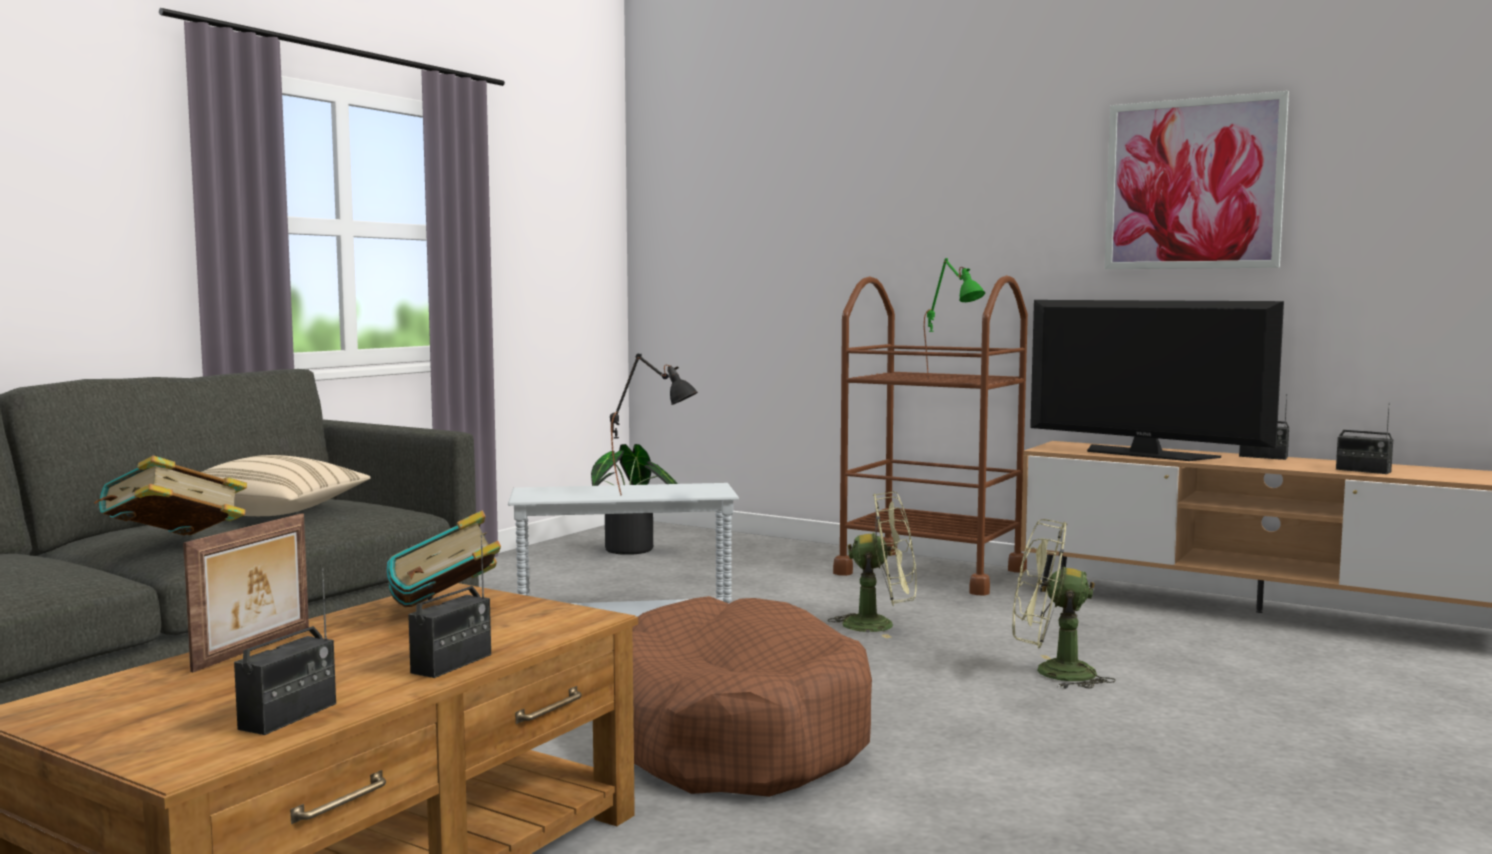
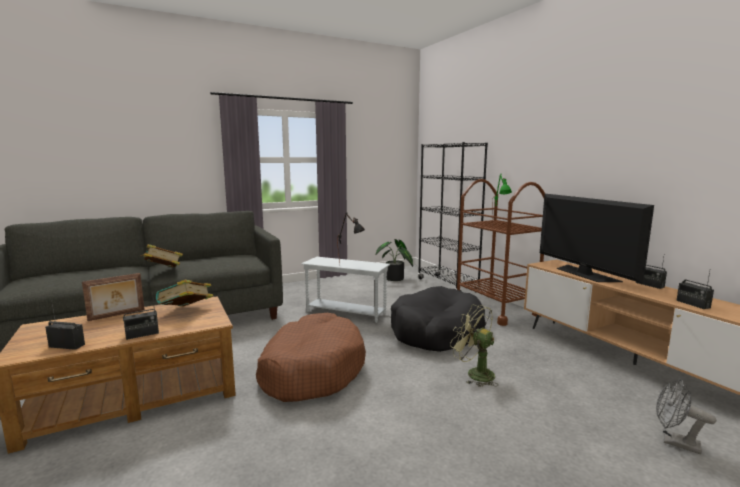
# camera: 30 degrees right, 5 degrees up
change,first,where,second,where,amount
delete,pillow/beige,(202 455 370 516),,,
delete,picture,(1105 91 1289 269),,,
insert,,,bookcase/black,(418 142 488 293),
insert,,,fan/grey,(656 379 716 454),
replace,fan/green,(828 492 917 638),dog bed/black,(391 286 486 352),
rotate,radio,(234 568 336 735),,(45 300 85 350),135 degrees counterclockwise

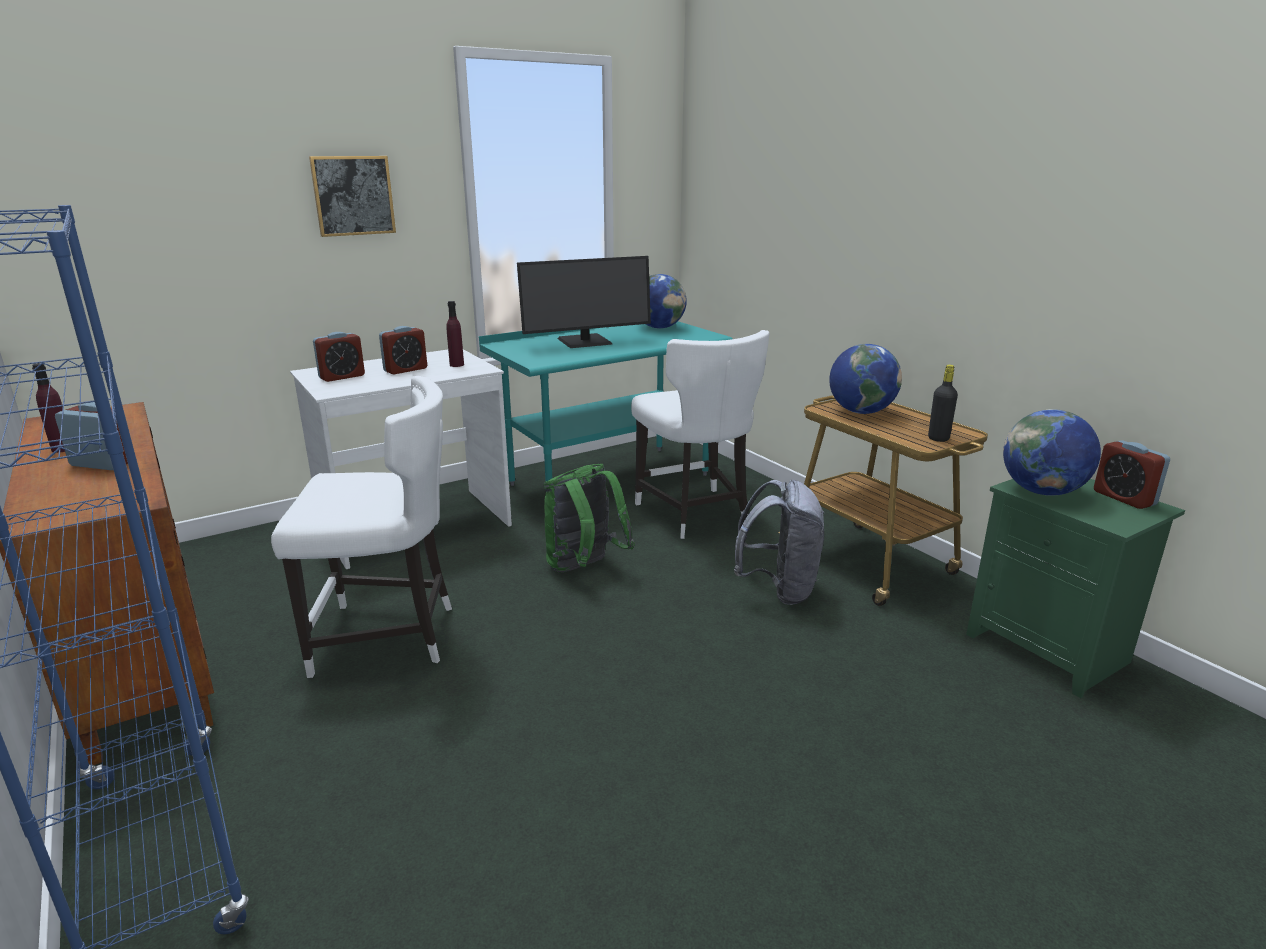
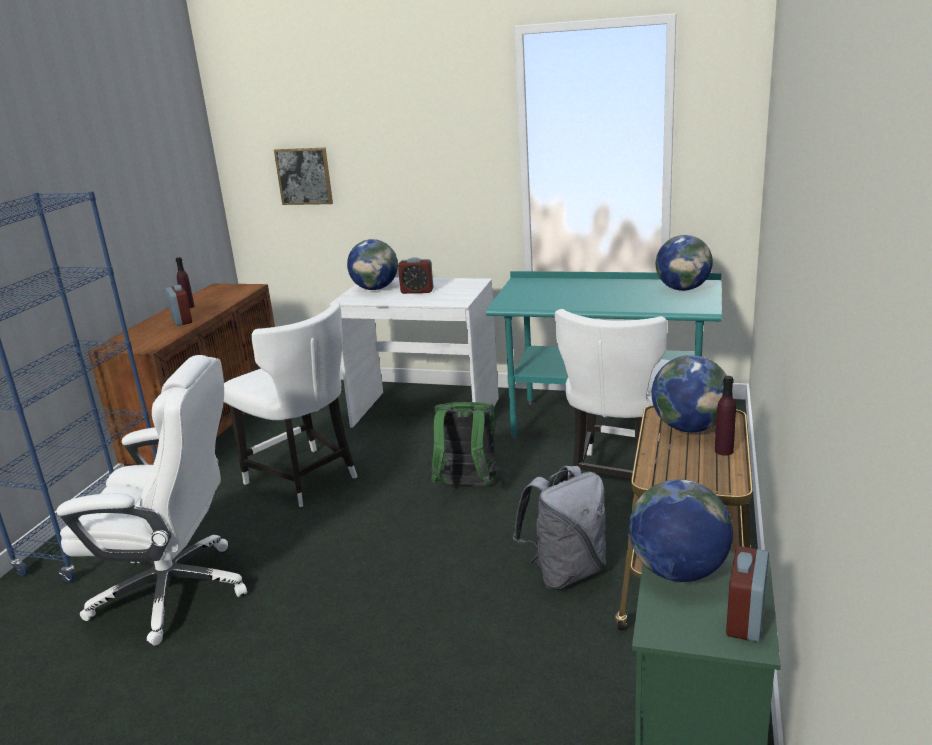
# camera: 50 degrees right, 0 degrees up
change,first,where,second,where,amount
delete,monitor,(517 256 651 348),,,
delete,bottle/black,(928 365 958 442),,,
insert,,,office chair/white,(57 355 247 646),
move,picture,(309 156 396 237),,(274 148 333 205),
move,bottle/purple,(446 301 464 367),,(715 376 736 456),
replace,alarm clock,(313 332 365 382),globe,(347 239 398 290),

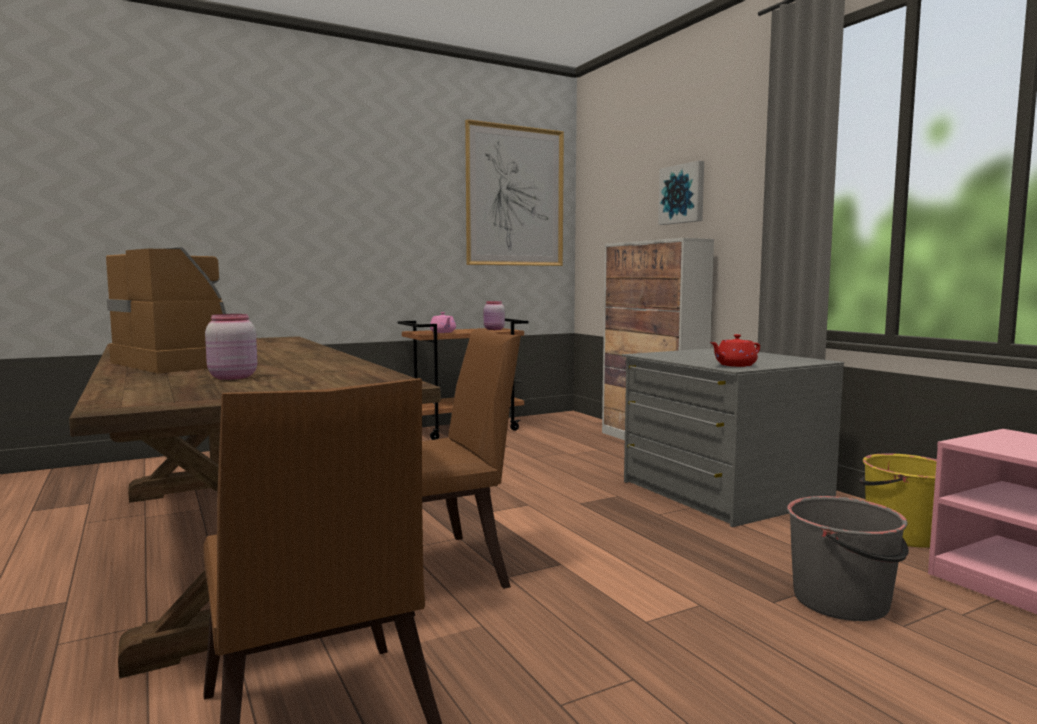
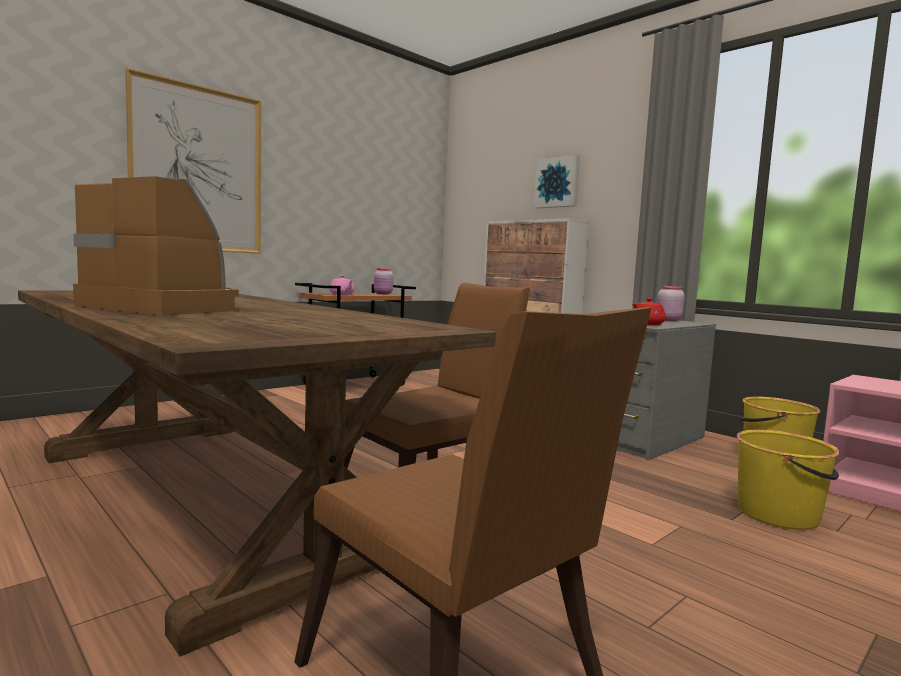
# camera: 15 degrees left, 0 degrees up
change,first,where,second,where,amount
move,jar/pink,(205 314 257 380),,(657 286 685 321),
move,picture,(465 119 564 266),,(125 68 261 254),
recolor,bucket/grey,(787 496 909 621),bucket/yellow,(737 430 839 530),

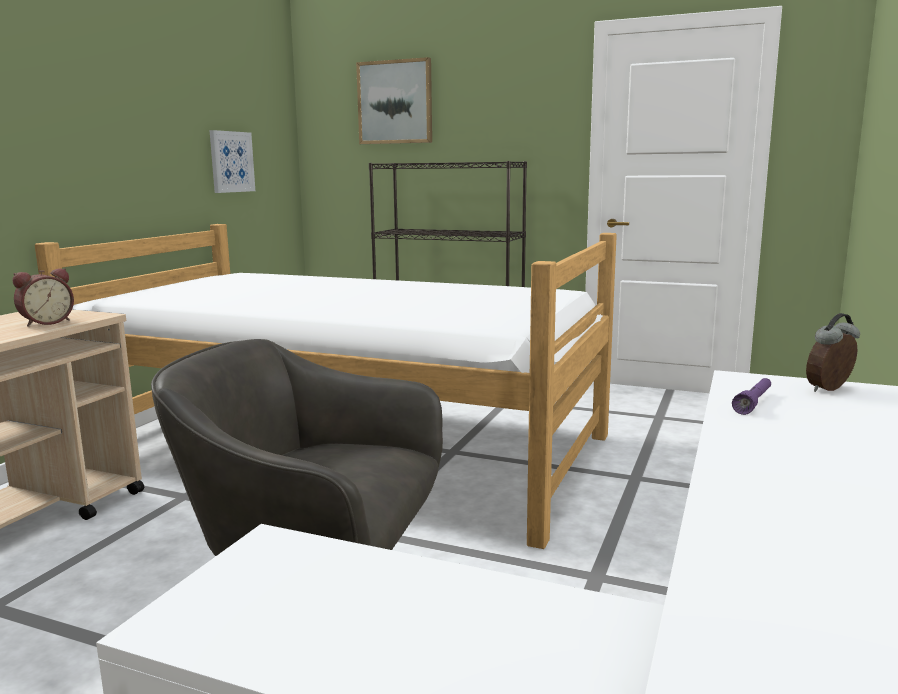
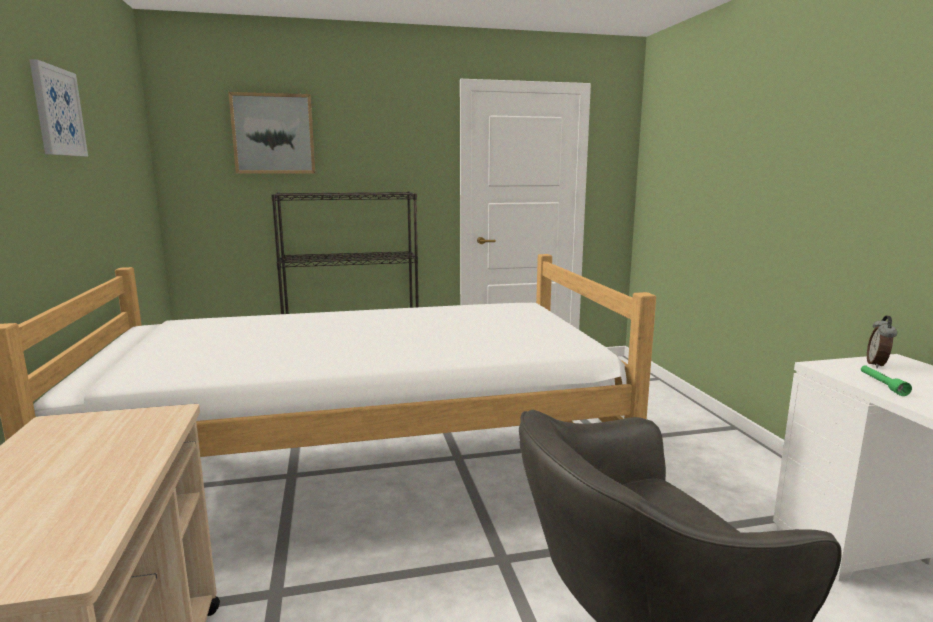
# camera: 35 degrees left, 0 degrees up
change,first,where,second,where,amount
delete,alarm clock,(13 268 74 327),,,
move,picture,(209 130 255 193),,(29 59 88 156),
recolor,flashlight/purple,(732 378 771 415),flashlight/green,(861 365 912 396),

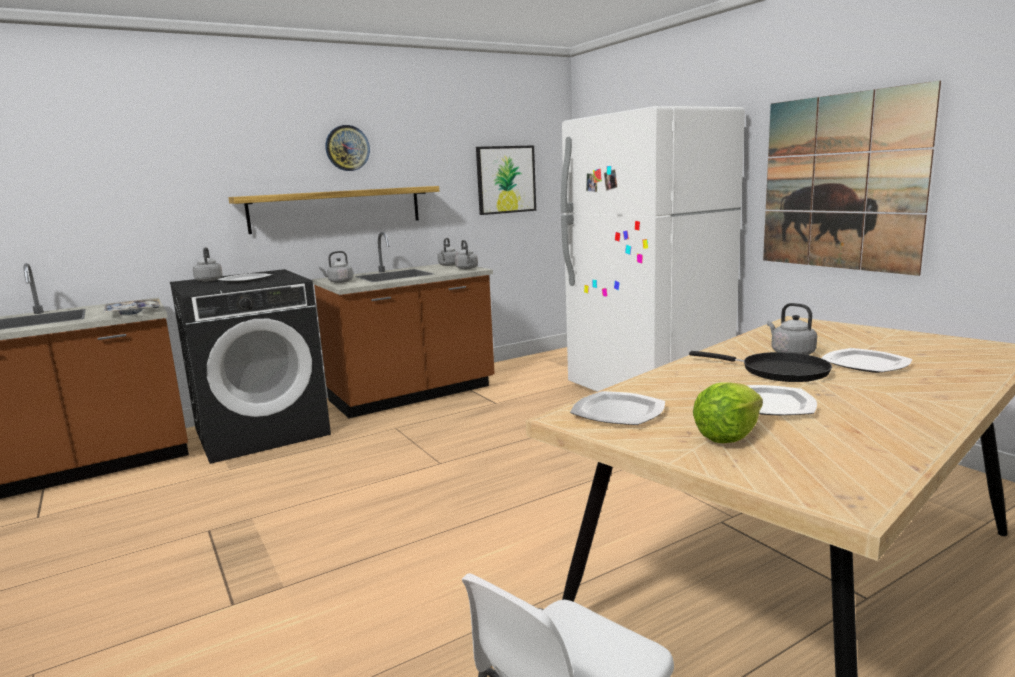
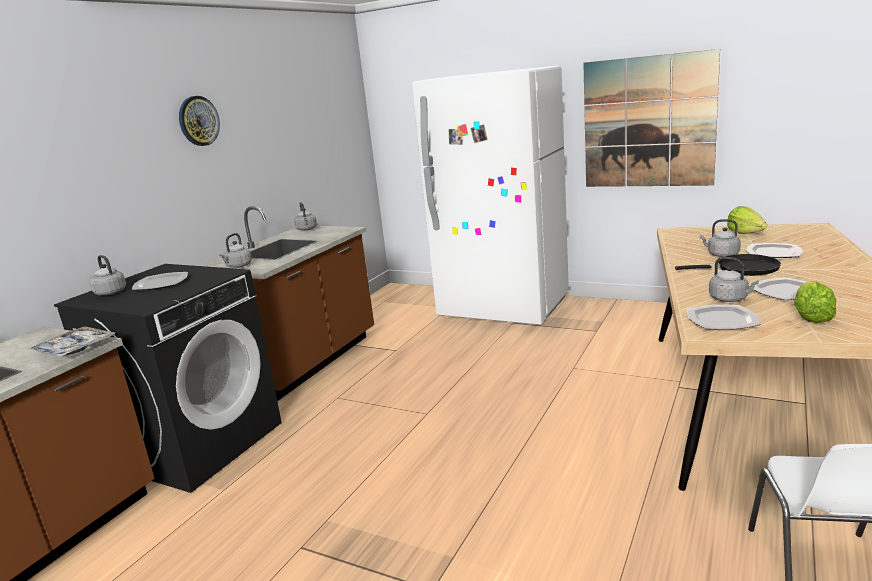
# camera: 30 degrees left, 5 degrees up
change,first,where,second,where,amount
delete,shelf,(228 186 439 234),,,
delete,picture,(476 145 536 215),,,
insert,,,lettuce,(727 206 767 234),
move,kettle/grey,(455 240 478 269),,(709 257 759 302),

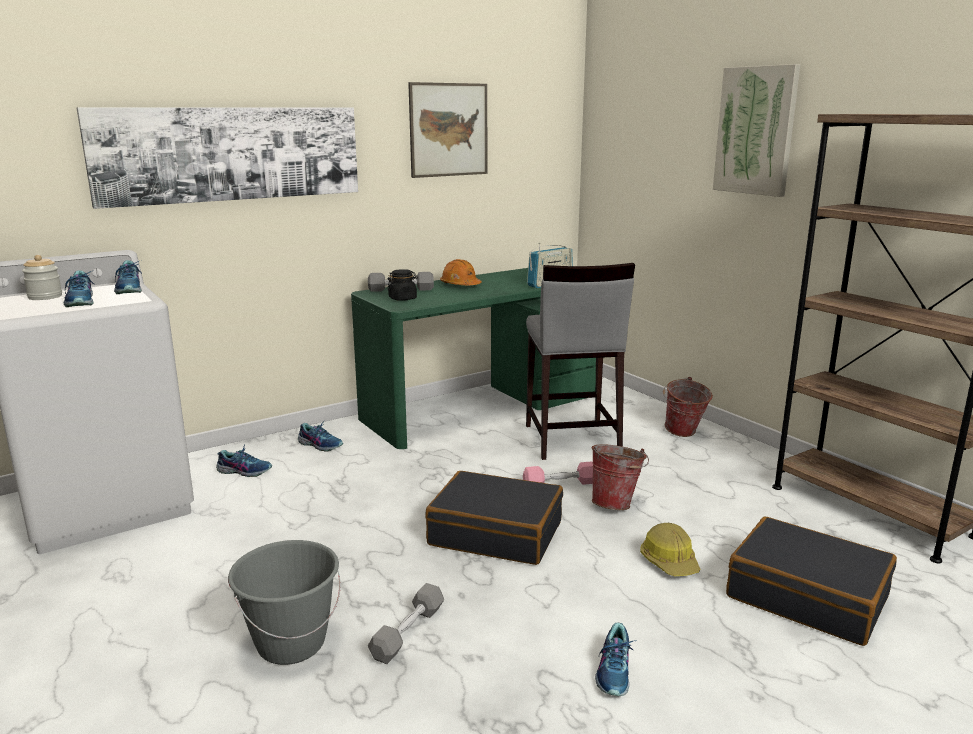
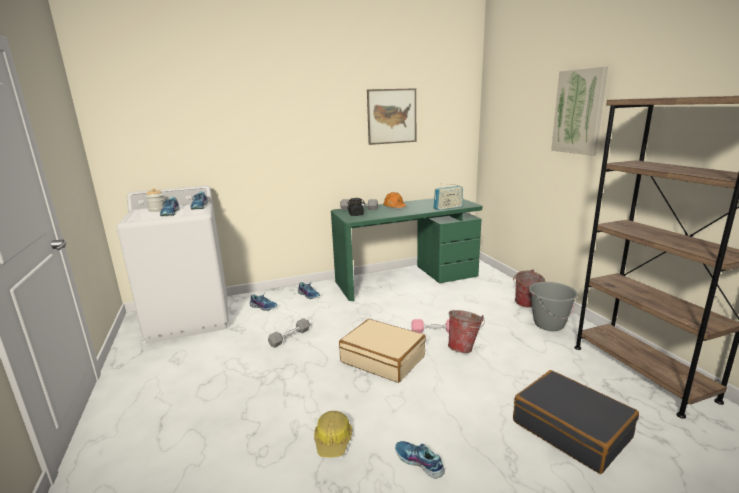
# camera: 15 degrees right, 0 degrees up
change,first,where,second,where,amount
delete,picture,(77 107 358 209),,,
delete,stool/grey,(526 263 635 460),,,
move,bucket/grey,(228 540 341 665),,(529 282 578 331),
move,dumbbell/grey,(368 583 444 664),,(268 318 310 348),
move,hard hat,(640 523 700 576),,(314 411 353 458),
recolor,suitcase/black,(425 471 563 565),suitcase/beige,(339 319 426 383),
rotate,shoe,(595 622 636 696),,(395 441 445 479),105 degrees clockwise

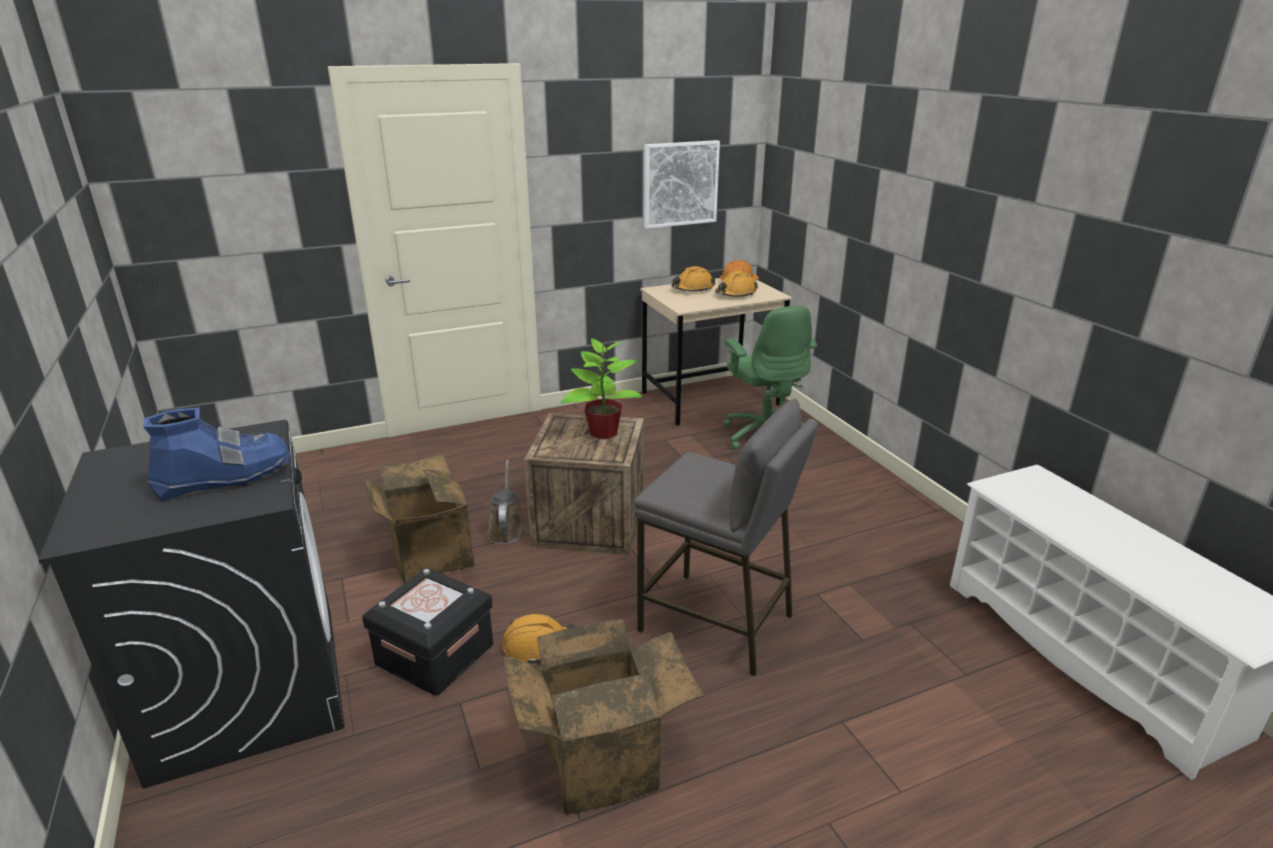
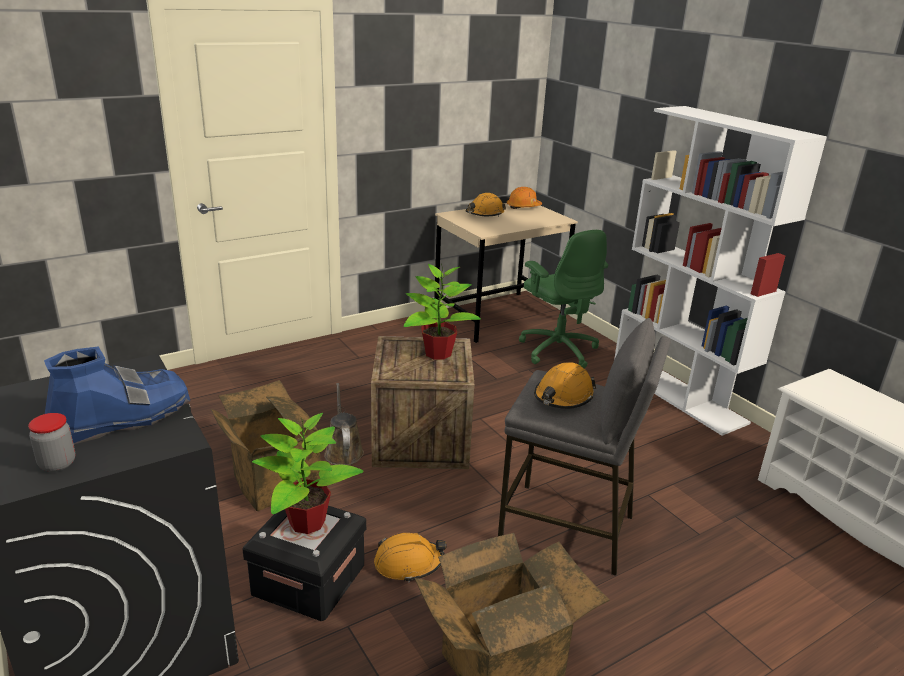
# camera: 10 degrees left, 0 degrees up
change,first,where,second,where,amount
delete,picture,(644 140 720 229),,,
insert,,,jar,(28 413 75 472),
insert,,,potted plant,(252 413 364 534),
insert,,,bookcase/white,(614 106 827 436),
move,hard hat/orange,(715 271 758 297),,(534 362 596 409),

